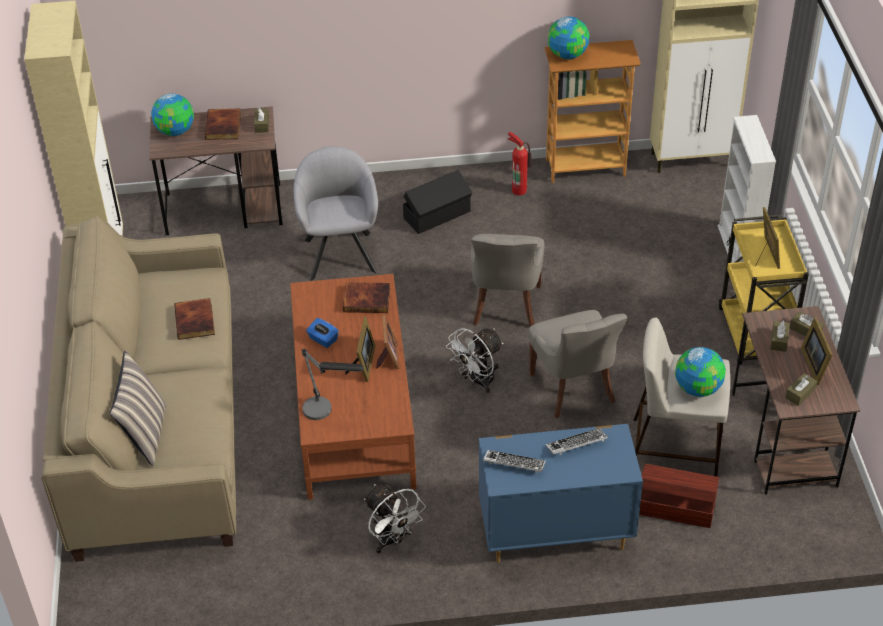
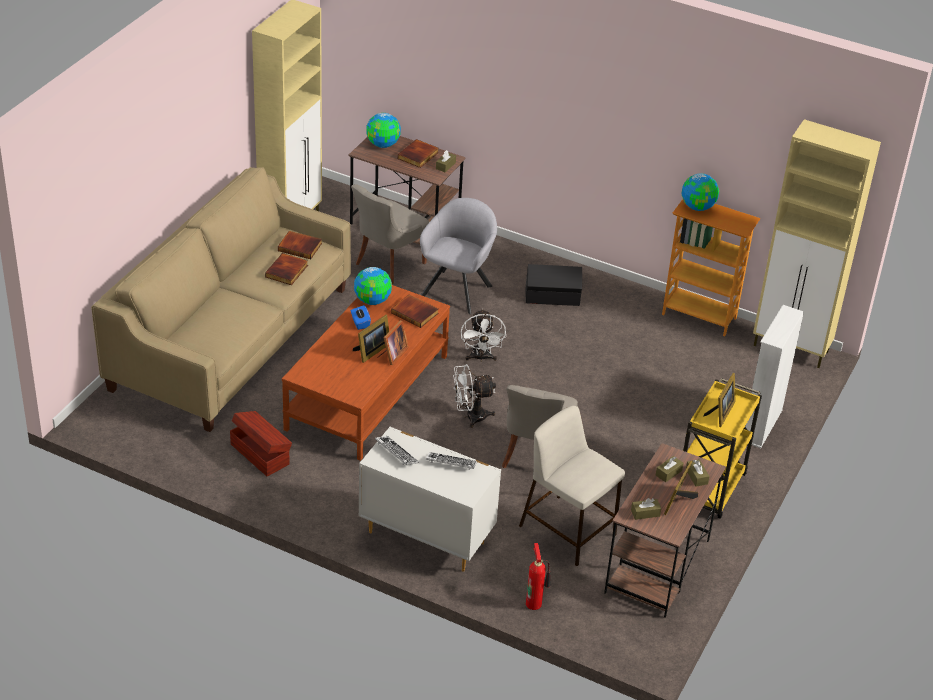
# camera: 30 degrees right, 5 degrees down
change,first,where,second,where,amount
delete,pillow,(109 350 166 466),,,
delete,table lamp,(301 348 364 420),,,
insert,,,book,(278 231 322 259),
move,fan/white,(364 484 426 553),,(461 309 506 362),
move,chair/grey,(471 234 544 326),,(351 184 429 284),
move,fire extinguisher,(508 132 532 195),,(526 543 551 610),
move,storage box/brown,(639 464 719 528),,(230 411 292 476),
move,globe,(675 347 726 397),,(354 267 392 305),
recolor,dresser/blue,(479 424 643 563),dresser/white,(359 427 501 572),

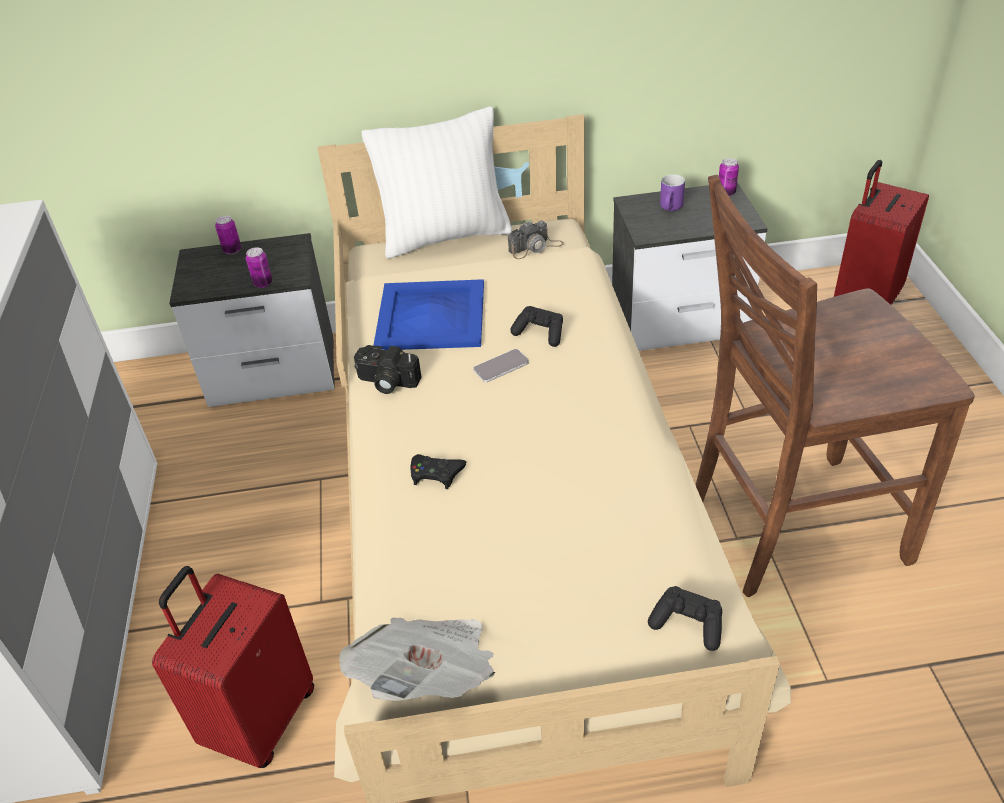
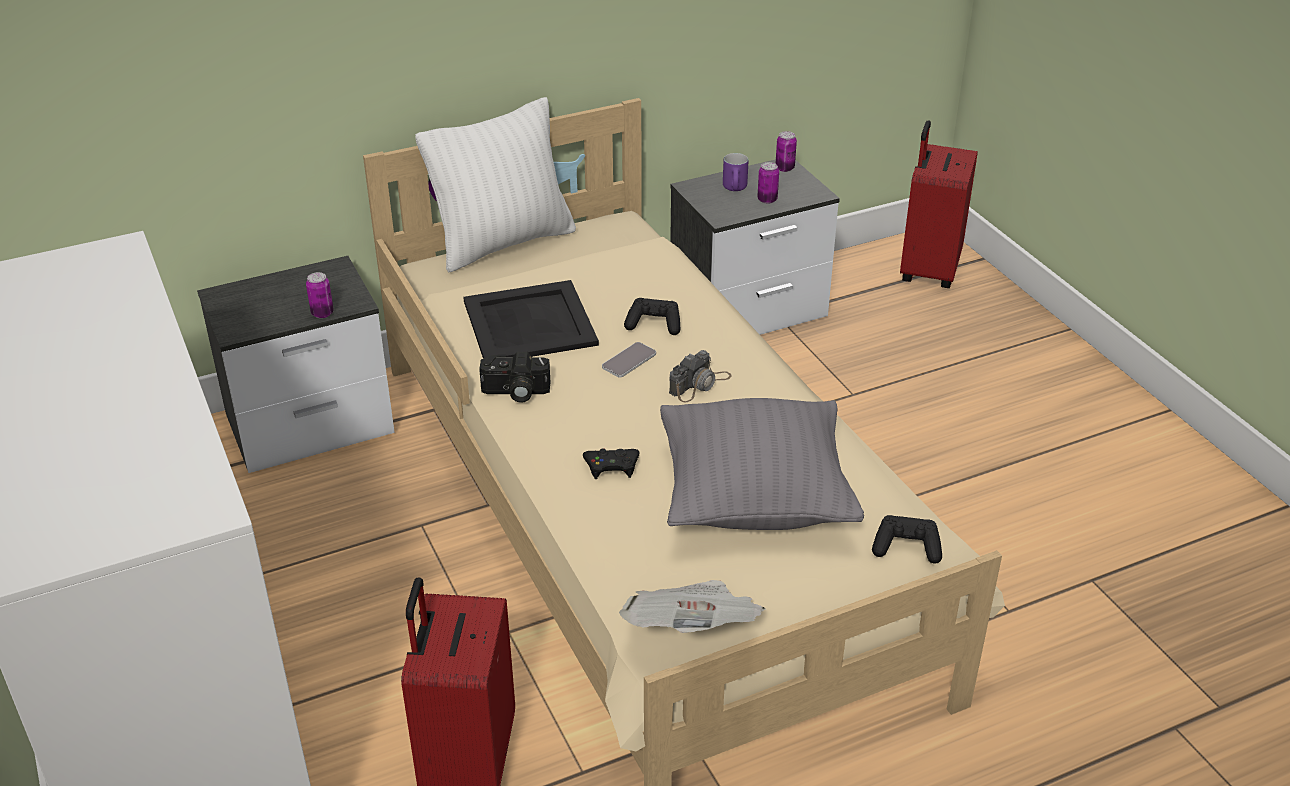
# camera: 20 degrees left, 5 degrees down
change,first,where,second,where,amount
delete,chair/brown,(696 175 975 597),,,
insert,,,pillow/grey,(660 398 864 530),
move,can,(215 215 241 254),,(757 162 779 204),
move,photo camera,(508 221 564 259),,(669 350 732 402),
recolor,tray/blue,(373 279 484 350),tray/black,(463 280 599 359),

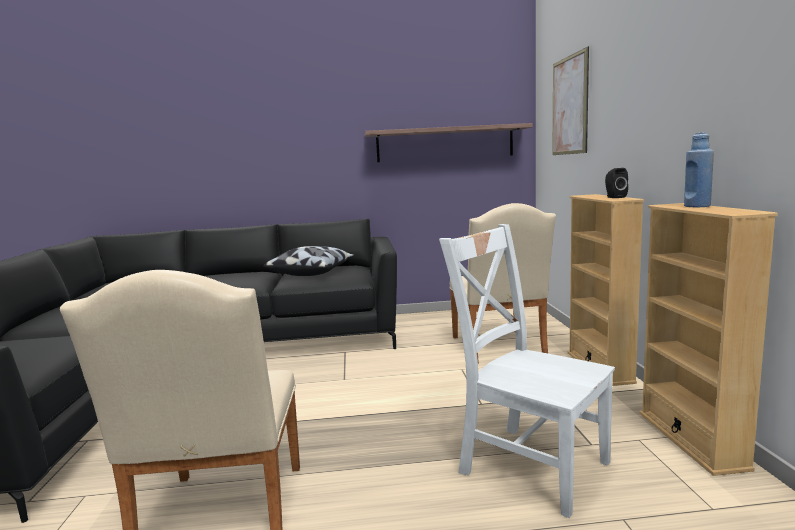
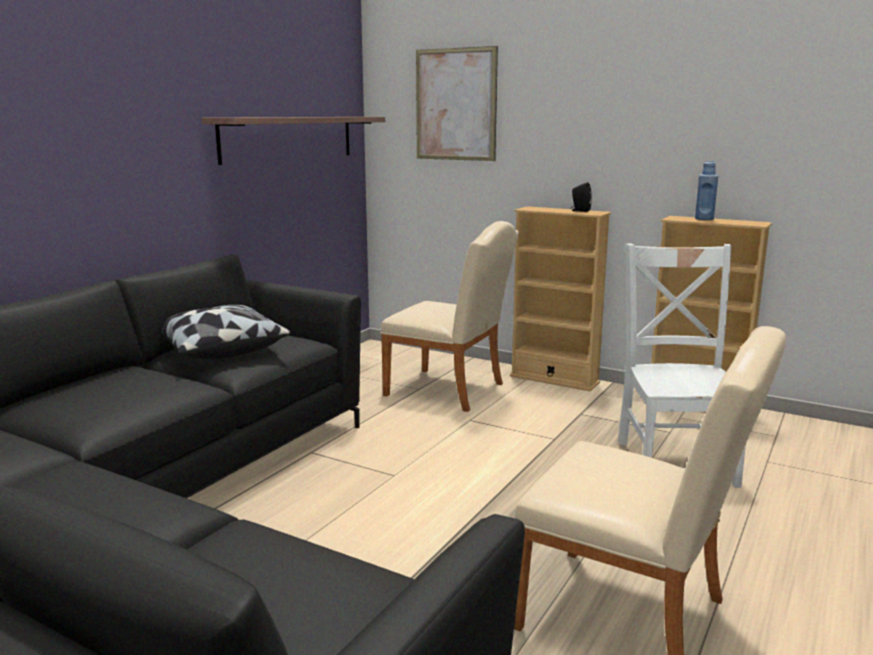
# camera: 55 degrees left, 5 degrees up
change,first,where,second,where,amount
rotate,chair/white,(439 224 615 518),,(618 244 746 488),105 degrees clockwise

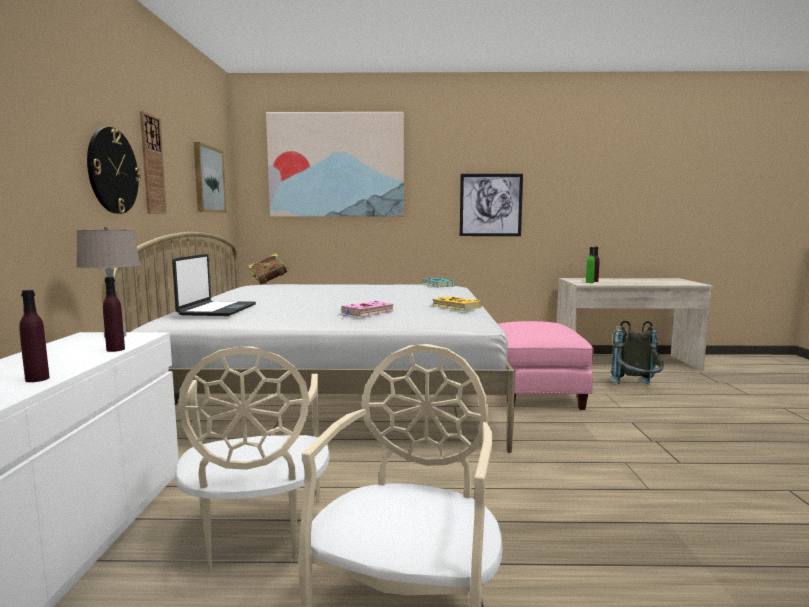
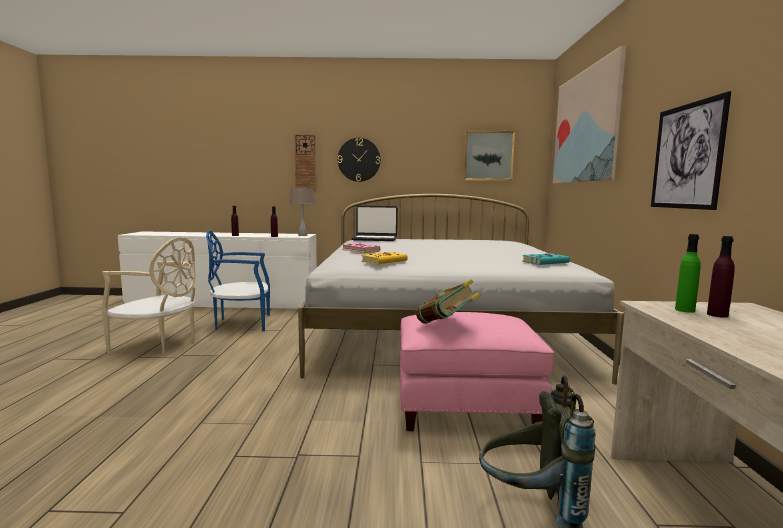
# camera: 90 degrees right, 0 degrees up
change,first,where,second,where,amount
move,wall clock,(140 111 167 214),,(294 134 317 192),
move,book,(248 253 289 284),,(416 279 481 324),
recolor,chair/beige,(175 346 330 572),chair/blue,(206 230 270 331),

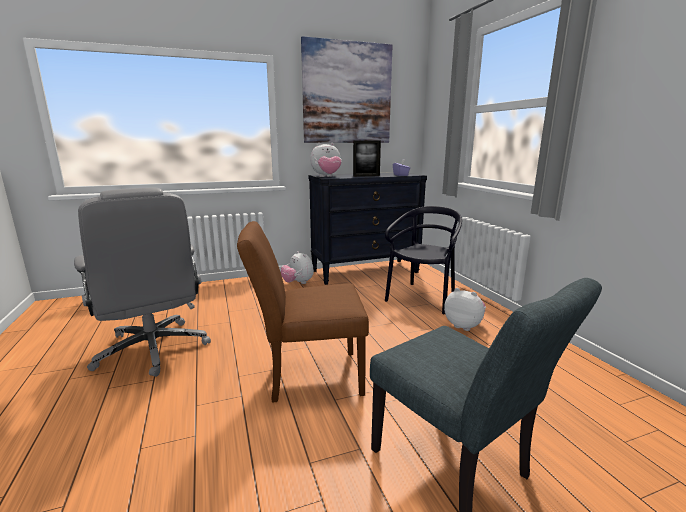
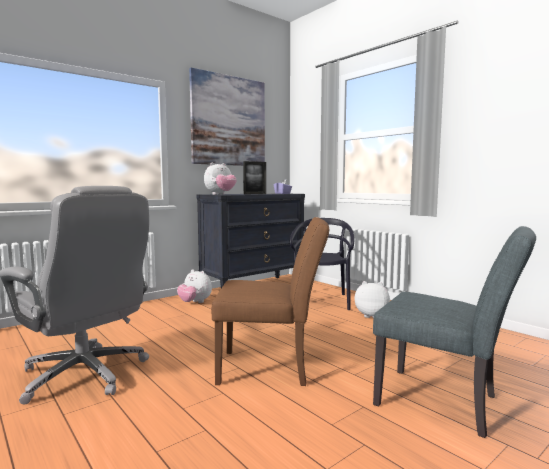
# camera: 20 degrees left, 10 degrees down
change,first,where,second,where,amount
rotate,chair/brown,(237 221 369 403),,(212 217 329 386),150 degrees counterclockwise

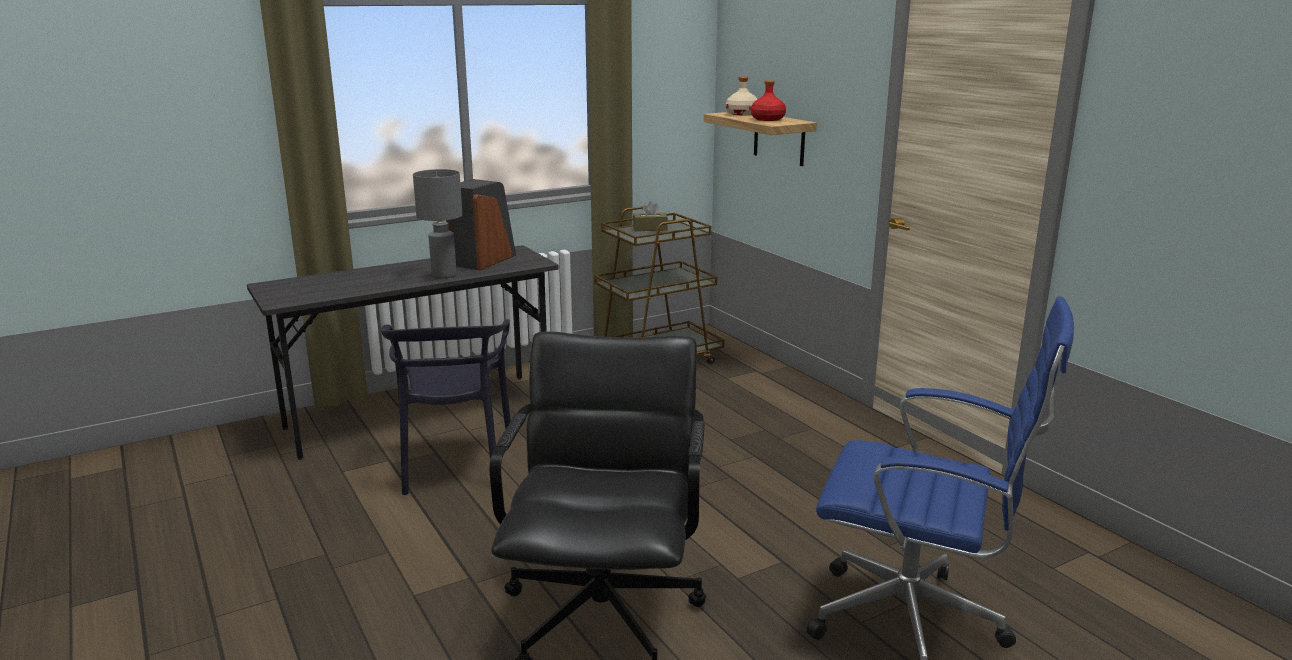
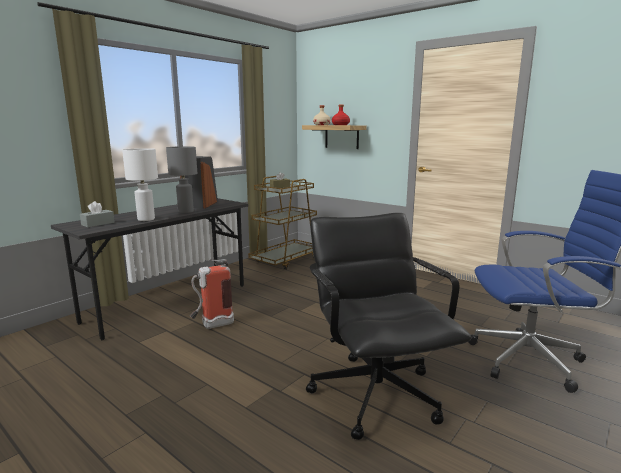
# camera: 20 degrees left, 5 degrees down
change,first,where,second,where,amount
insert,,,tissue box/grey,(80 201 115 227),
insert,,,table lamp/white,(122 148 158 221),
replace,chair/black,(380 319 511 495),fire extinguisher,(189 259 234 329),

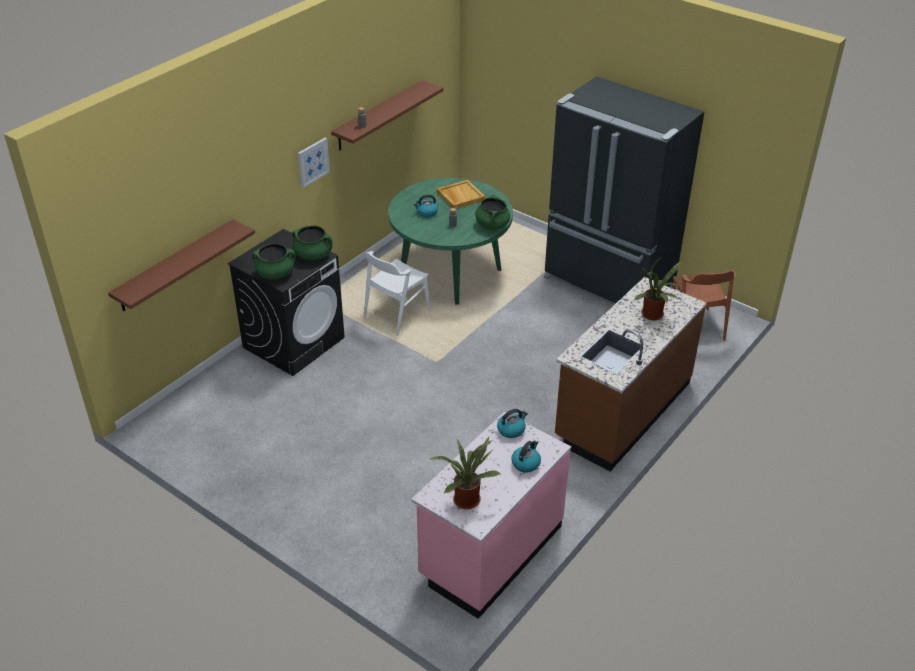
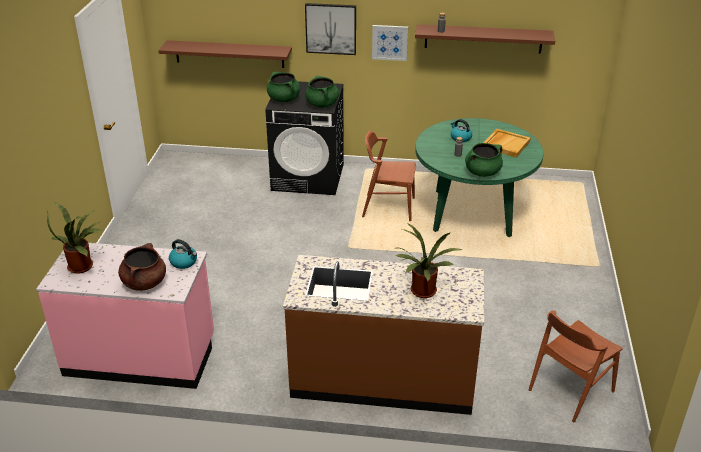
# camera: 60 degrees right, 5 degrees down
change,first,where,second,where,amount
delete,fridge/black,(544 76 705 305),,,
insert,,,picture,(305 3 356 55),
replace,kettle,(511 440 541 472),cooking pot/brown,(118 243 166 291),
recolor,chair/white,(364 251 431 336),chair/brown,(362 131 416 221),

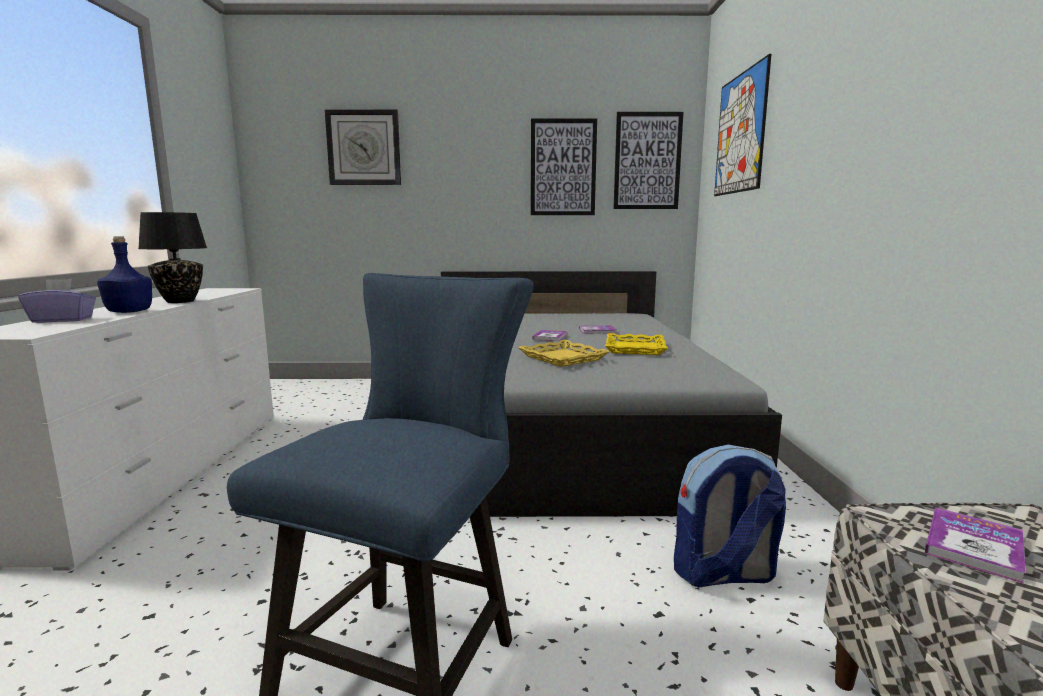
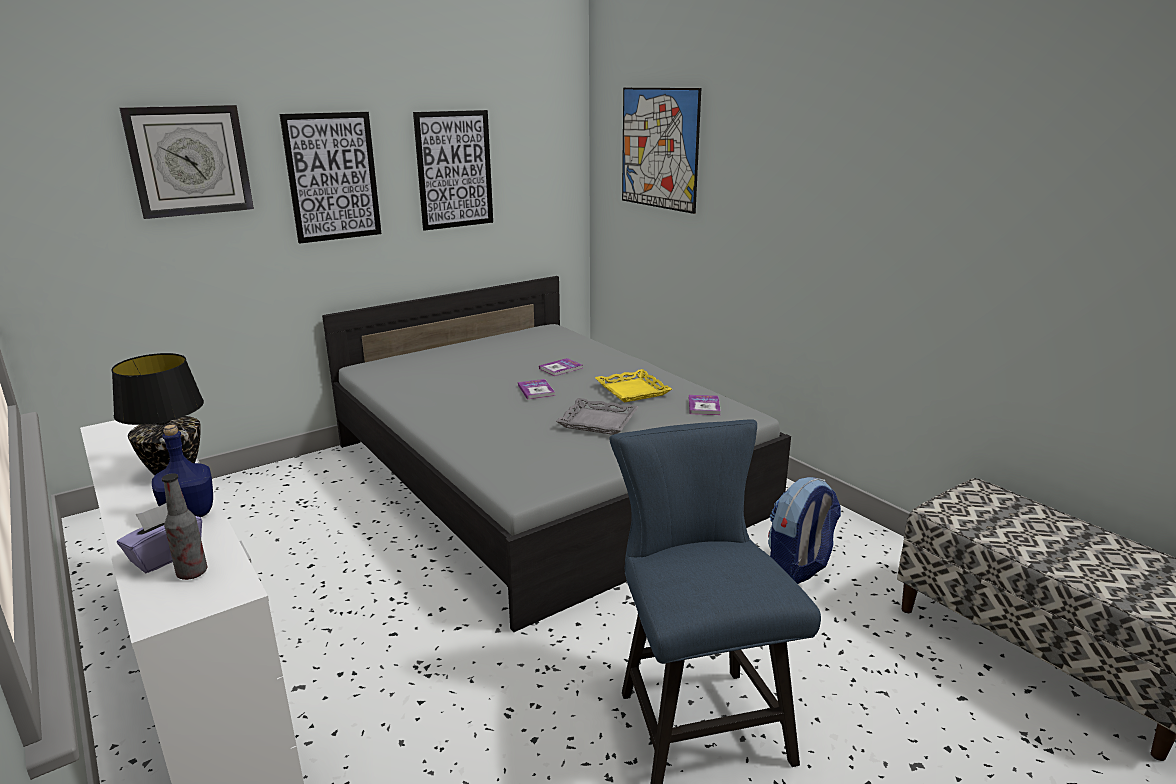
# camera: 35 degrees left, 10 degrees up
change,first,where,second,where,amount
insert,,,bottle,(162 473 207 580),
move,picture,(614 112 683 209),,(280 112 381 244),
move,book,(925 507 1026 584),,(689 395 721 415),
recolor,tray/yellow,(518 340 610 367),tray/grey,(556 398 639 435),

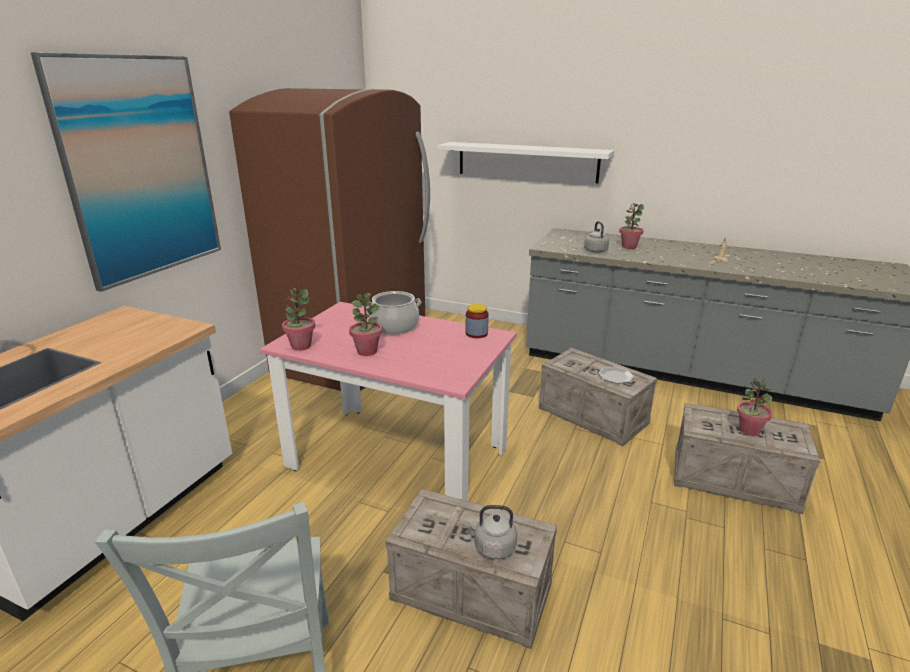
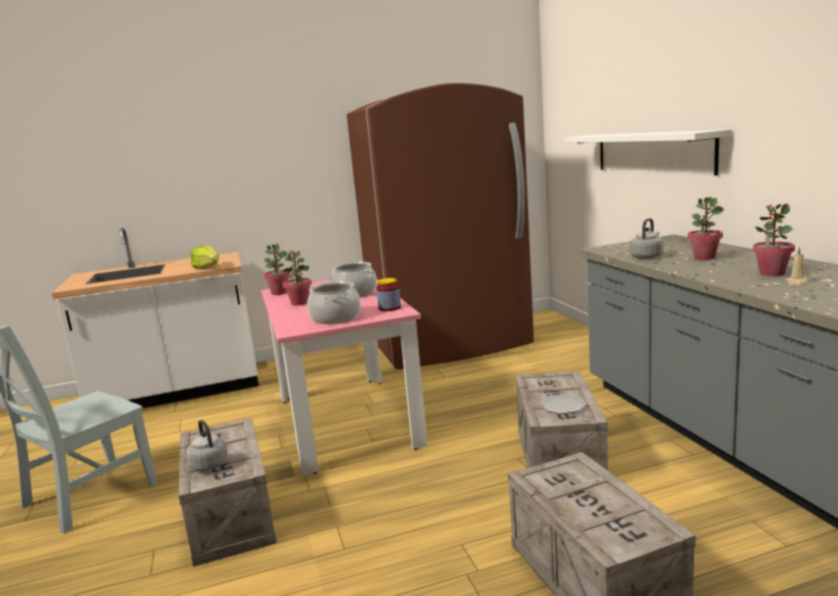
# camera: 50 degrees right, 10 degrees down
change,first,where,second,where,amount
delete,picture,(31 52 221 292),,,
insert,,,lettuce,(191 245 219 269),
insert,,,cooking pot,(307 281 361 324),
move,potted plant,(737 377 772 436),,(753 204 795 276),

